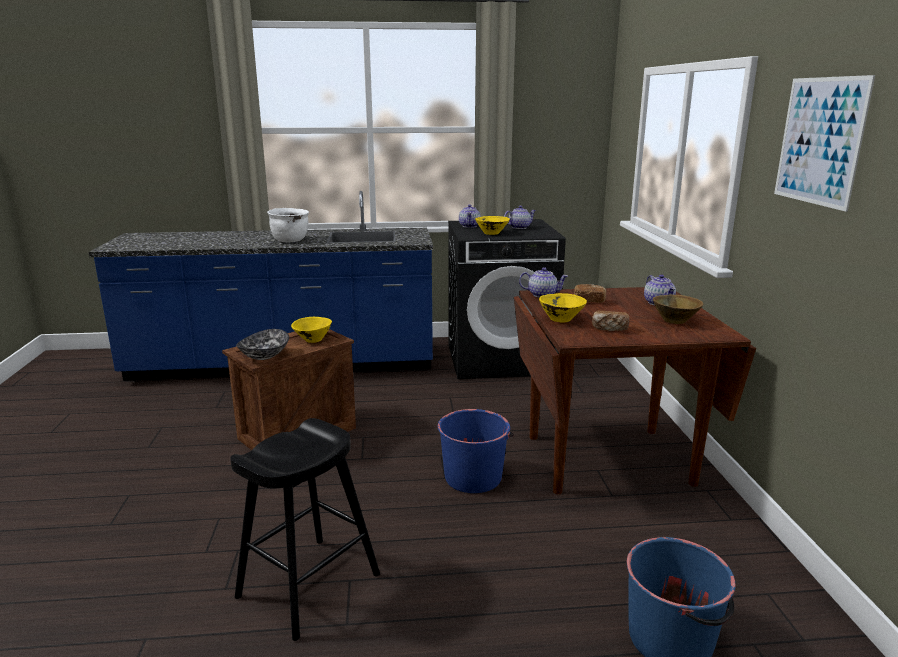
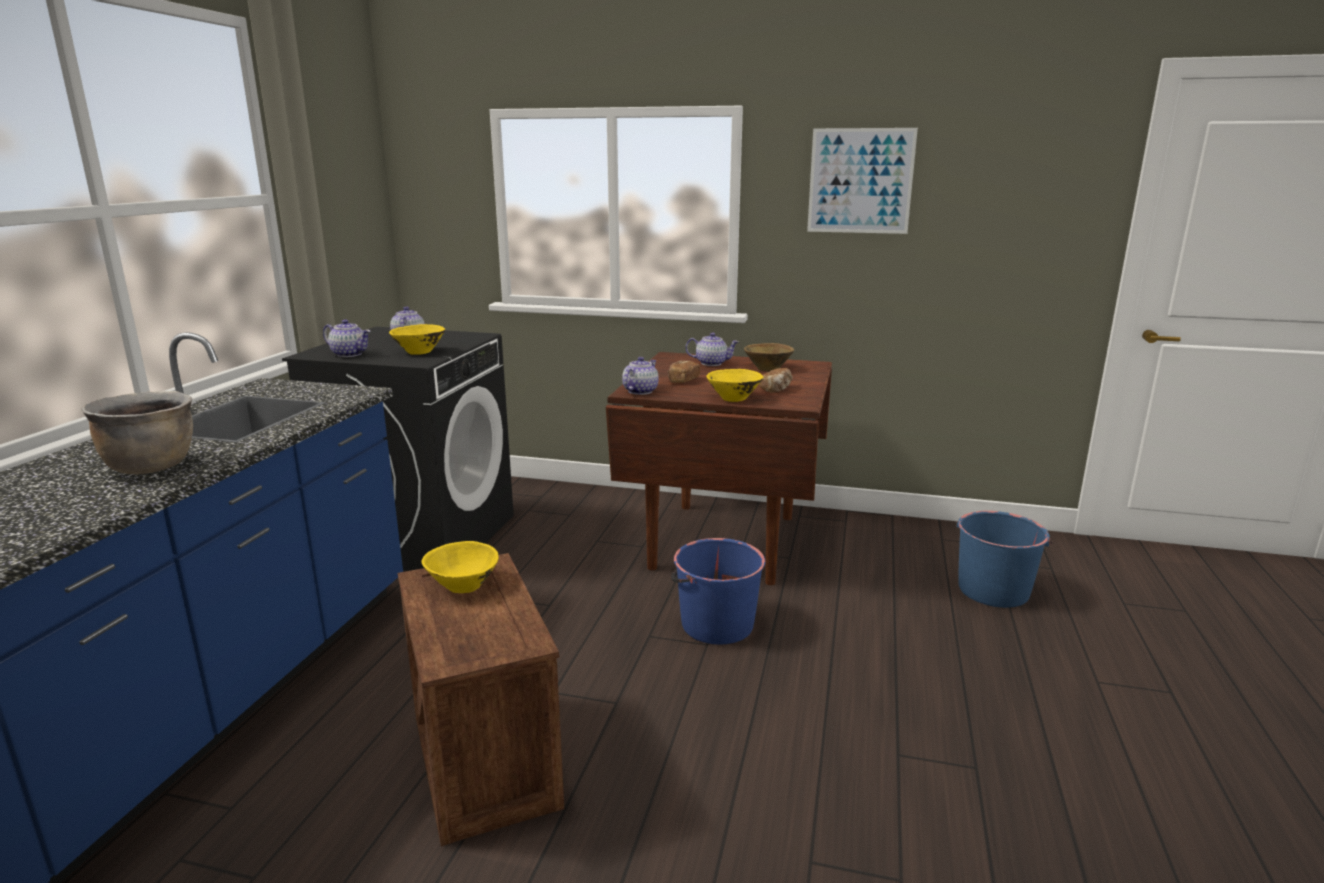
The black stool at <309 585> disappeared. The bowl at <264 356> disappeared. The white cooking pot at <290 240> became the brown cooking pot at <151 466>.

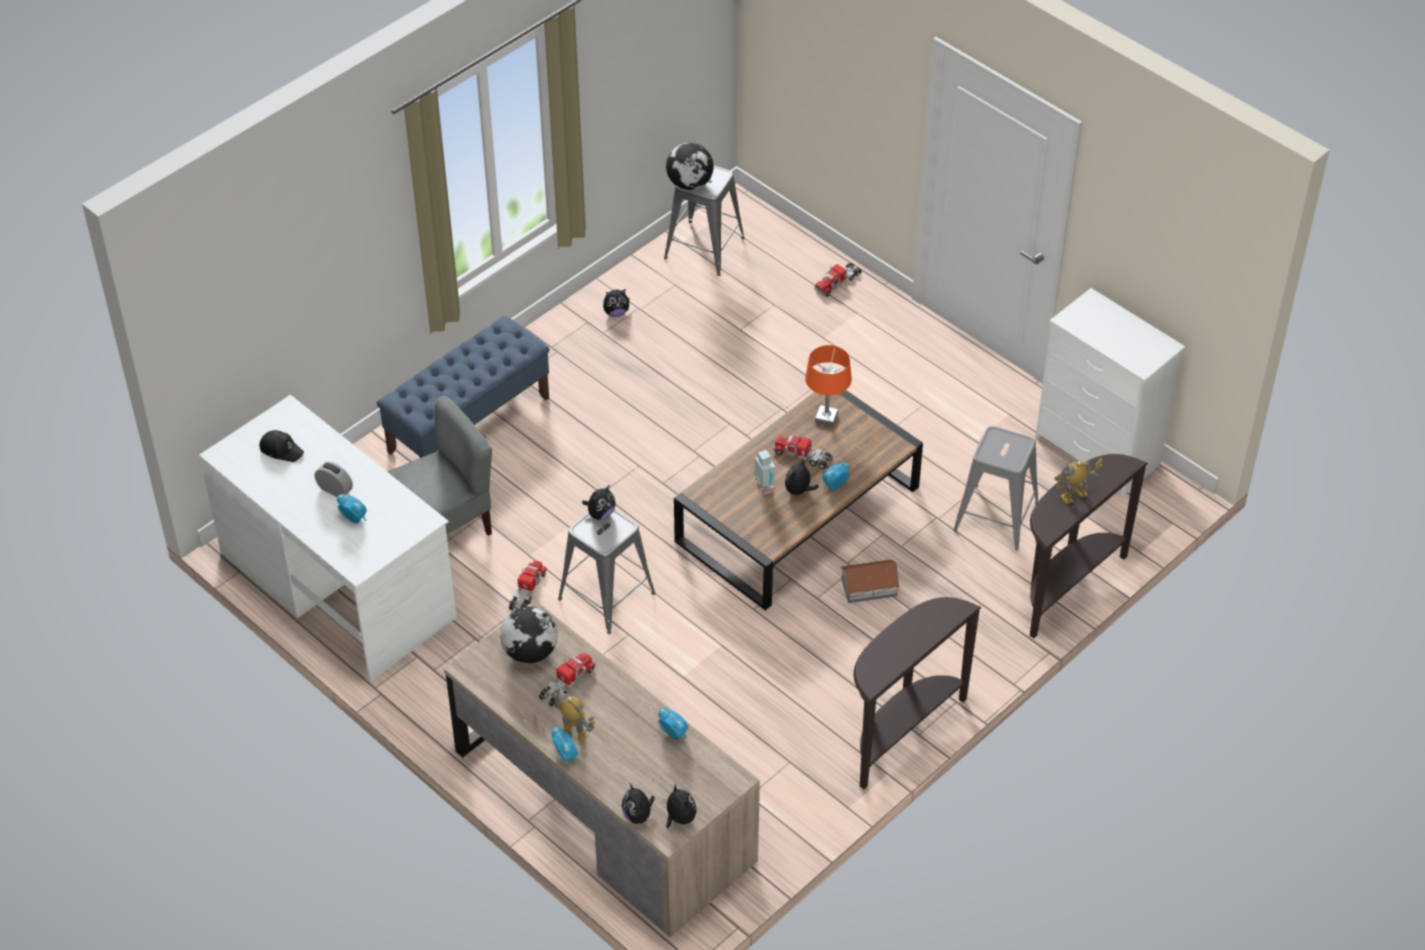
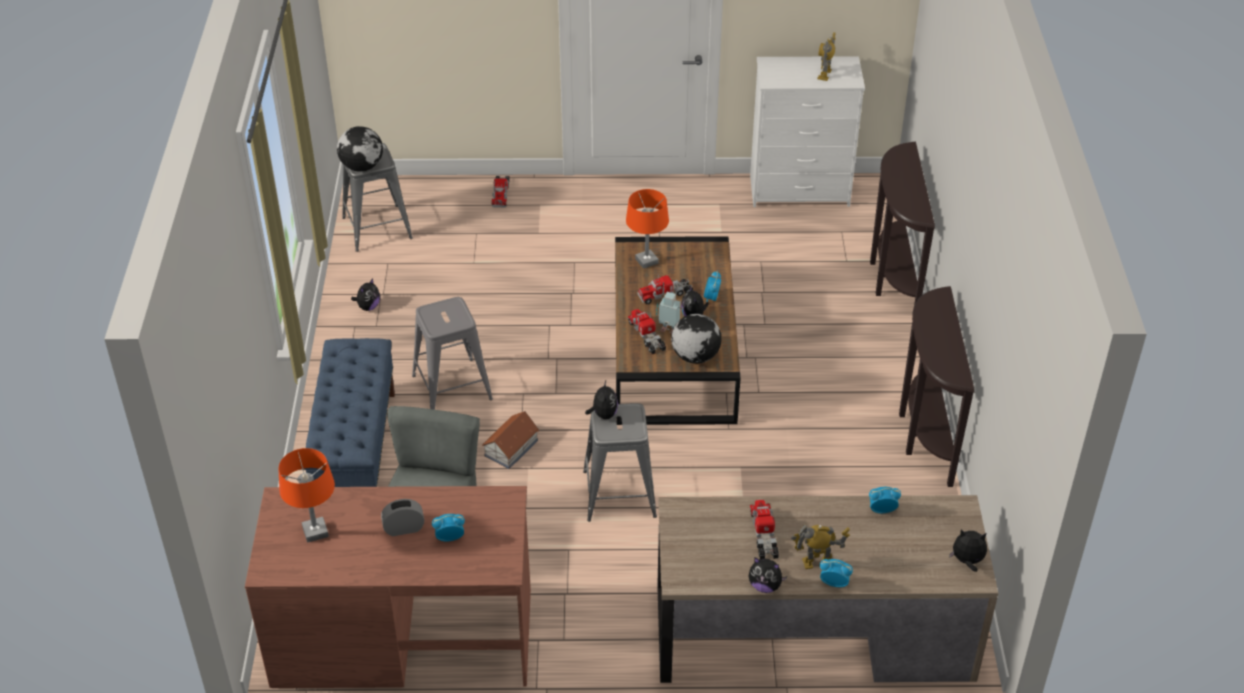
The white desk at <338 583> became the brown desk at <403 636>. The black cap at <281 449> was replaced by the orange table lamp at <315 531>. The globe moved from <530 651> to <695 356>. The toy truck moved from <528 590> to <646 336>. The plush toy moved from <638 816> to <765 586>. The toy house moved from <868 587> to <510 448>. The grey stool moved from <995 516> to <451 387>. The toy robot moved from <1074 496> to <825 74>.

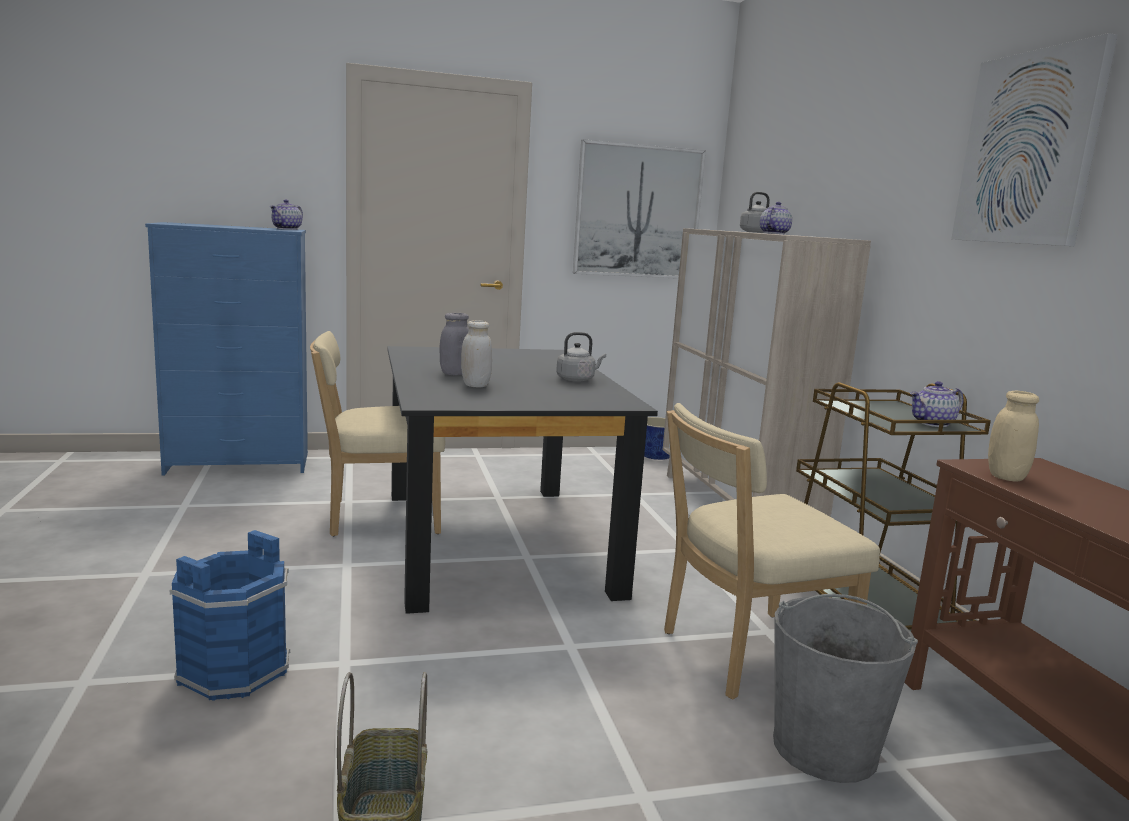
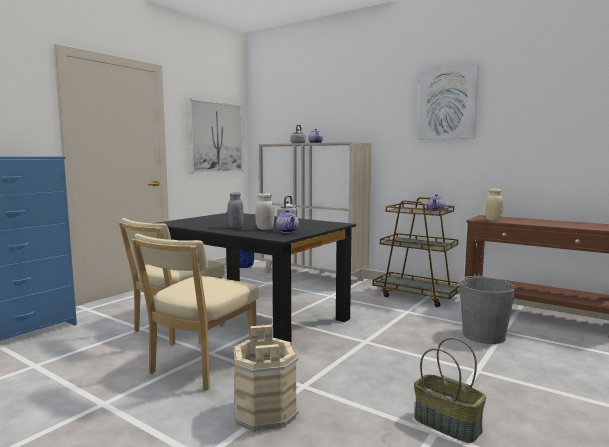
The blue bucket at <234 670> became the beige bucket at <265 413>. The teapot moved from <287 229> to <288 231>. The beige chair moved from <745 655> to <200 367>.

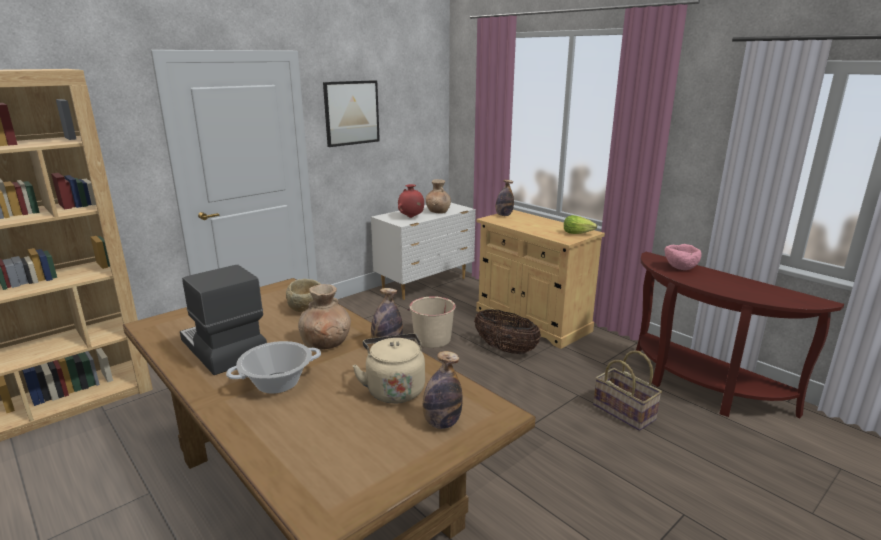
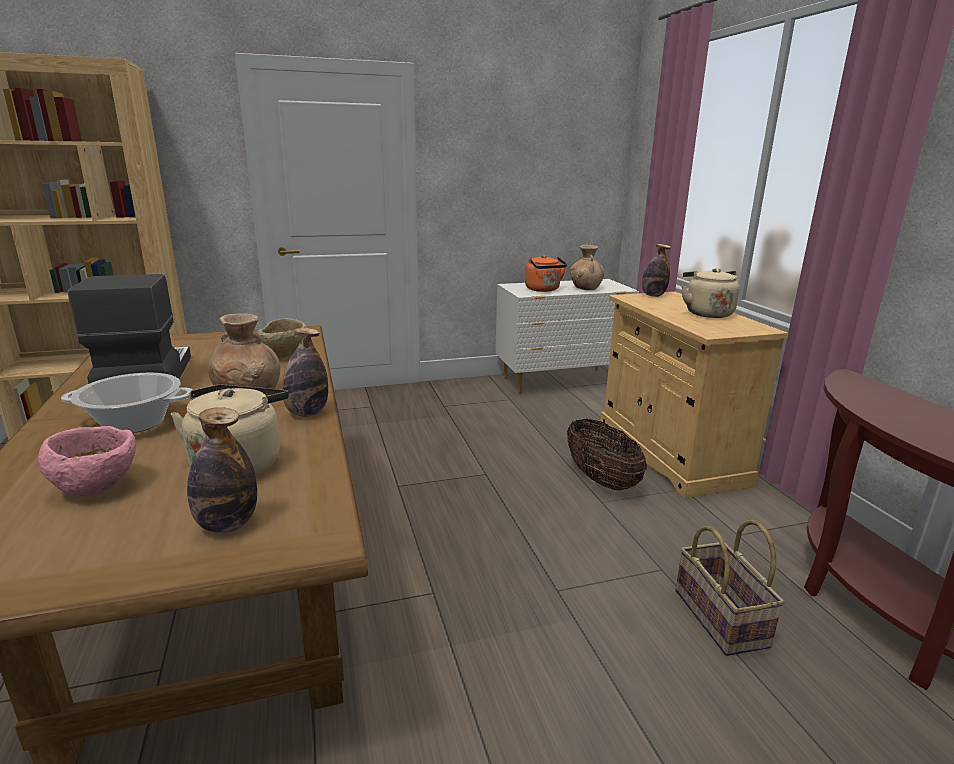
The picture at <351 113> disappeared. The red vase at <411 217> was replaced by the orange kettle at <543 290>. The beige bucket at <432 339> disappeared. The lettuce at <577 233> disappeared. The pink bowl moved from <680 268> to <98 487>. The beige kettle at <706 313> appeared.

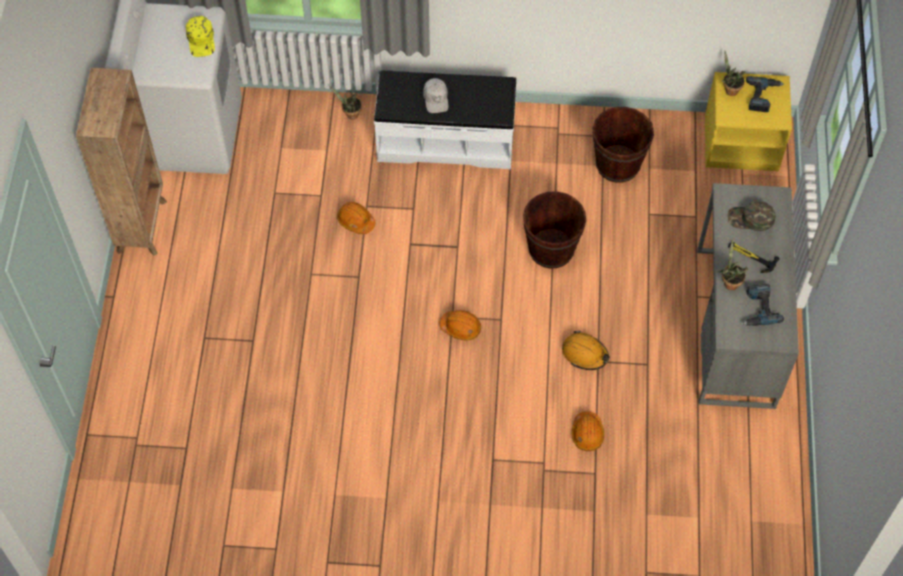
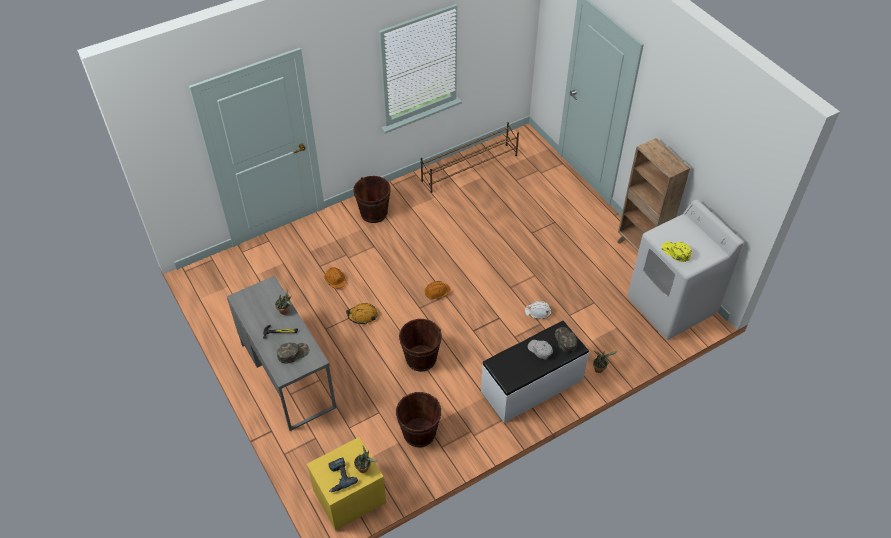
The orange hard hat at <356 221> became the white hard hat at <538 313>. The power drill at <757 308> disappeared. The brown bucket at <374 213> appeared. The brown shoe rack at <470 168> appeared. The green cap at <565 340> appeared.

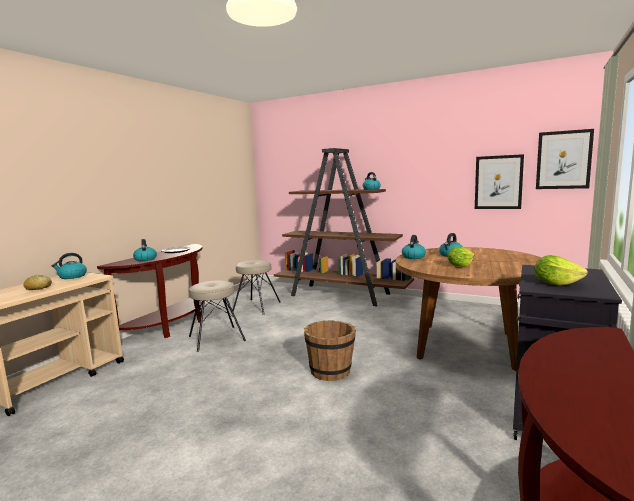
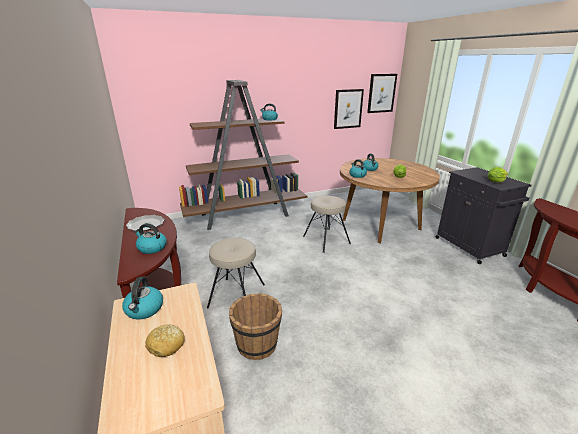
The beige stool moved from <256 306> to <326 240>. The brown bucket moved from <331 371> to <257 344>.

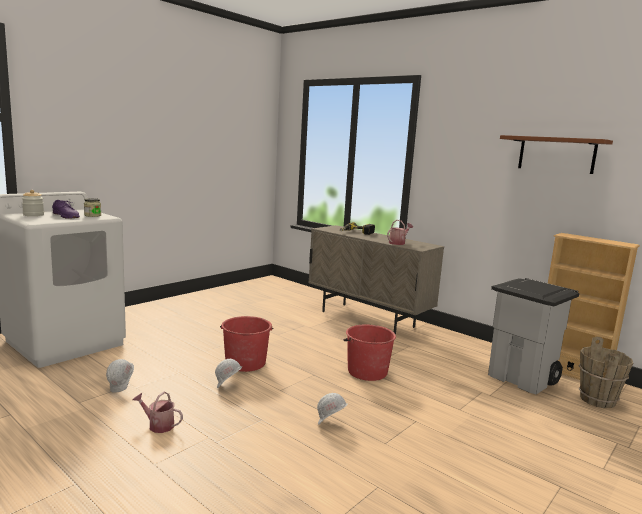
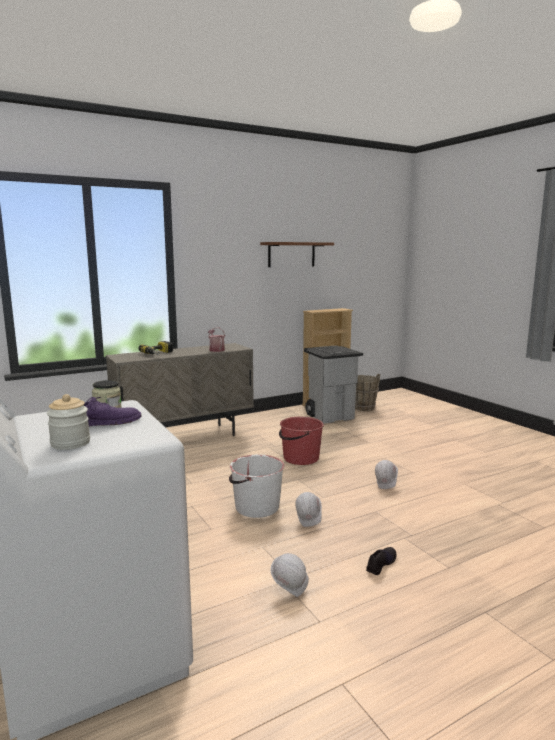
The watering can at <158 425> was replaced by the black shoe at <381 564>. The red bucket at <245 363> became the white bucket at <256 507>.

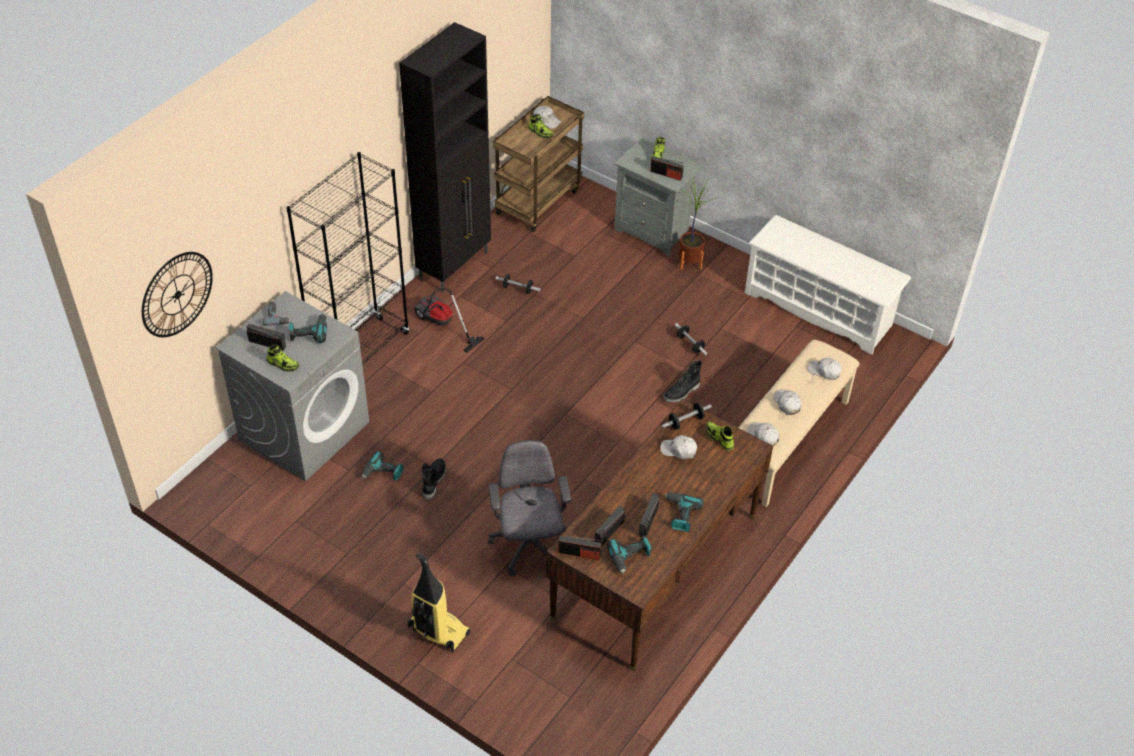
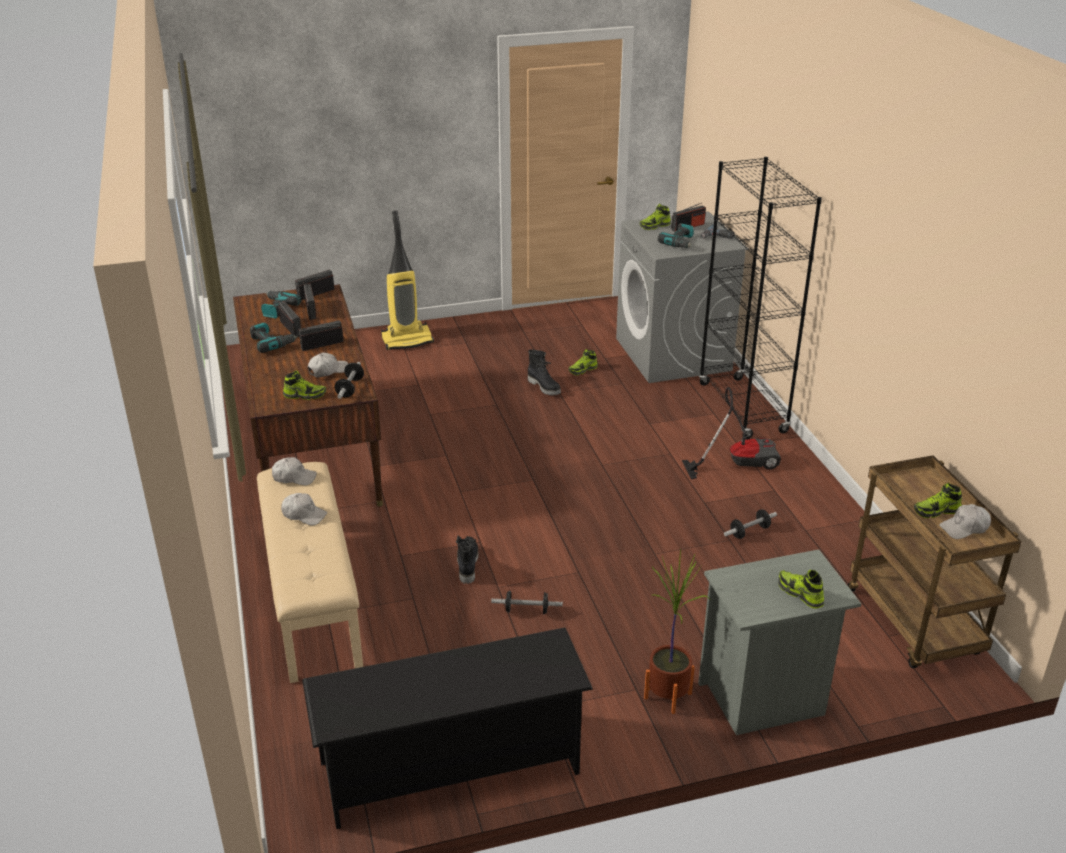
The wall clock at <177 294> disappeared. The power drill at <382 473> was replaced by the shoe at <583 370>. The black cabinet at <455 266> disappeared. The grey office chair at <528 547> disappeared. The radio moved from <666 174> to <322 344>. The white shoe rack at <819 309> became the black shoe rack at <451 768>. The white cap at <824 371> disappeared.

